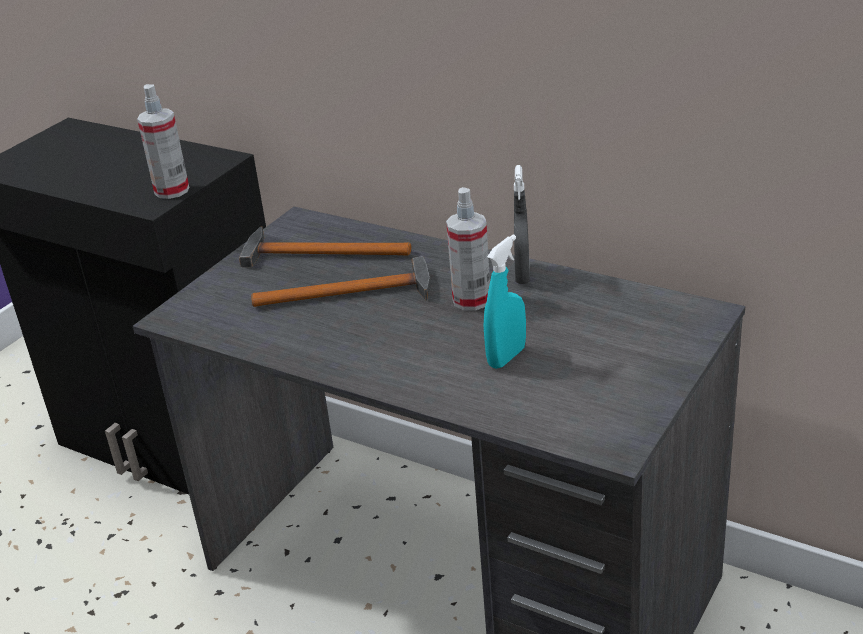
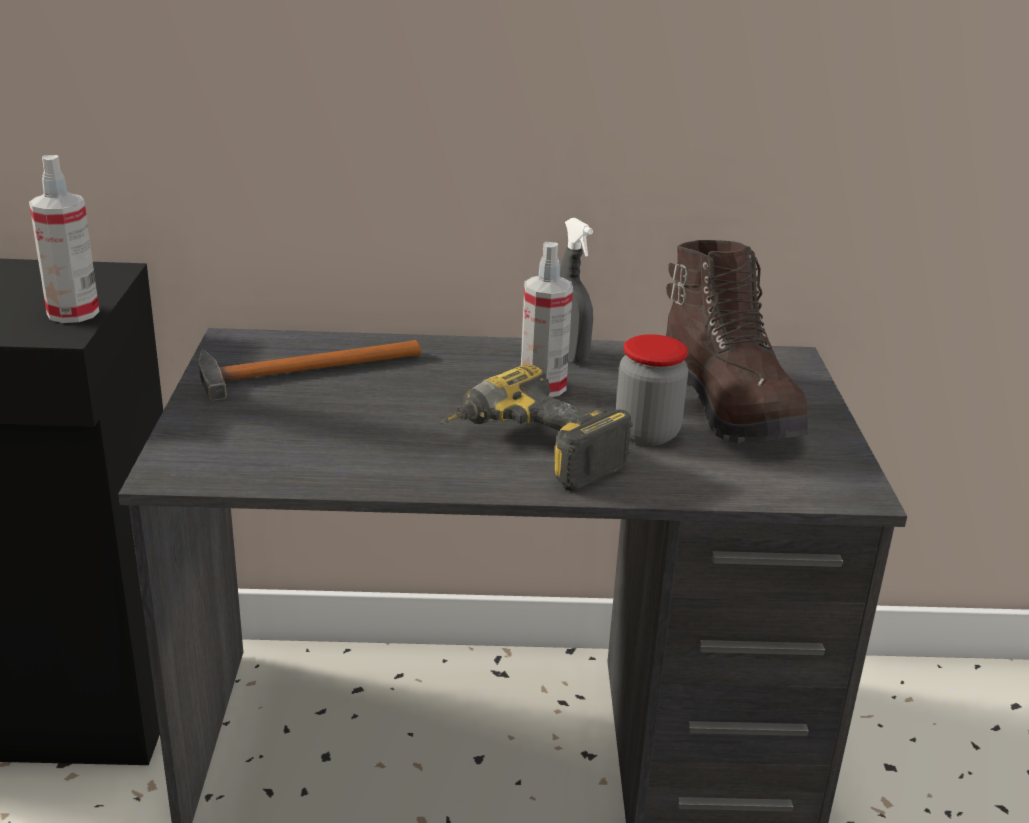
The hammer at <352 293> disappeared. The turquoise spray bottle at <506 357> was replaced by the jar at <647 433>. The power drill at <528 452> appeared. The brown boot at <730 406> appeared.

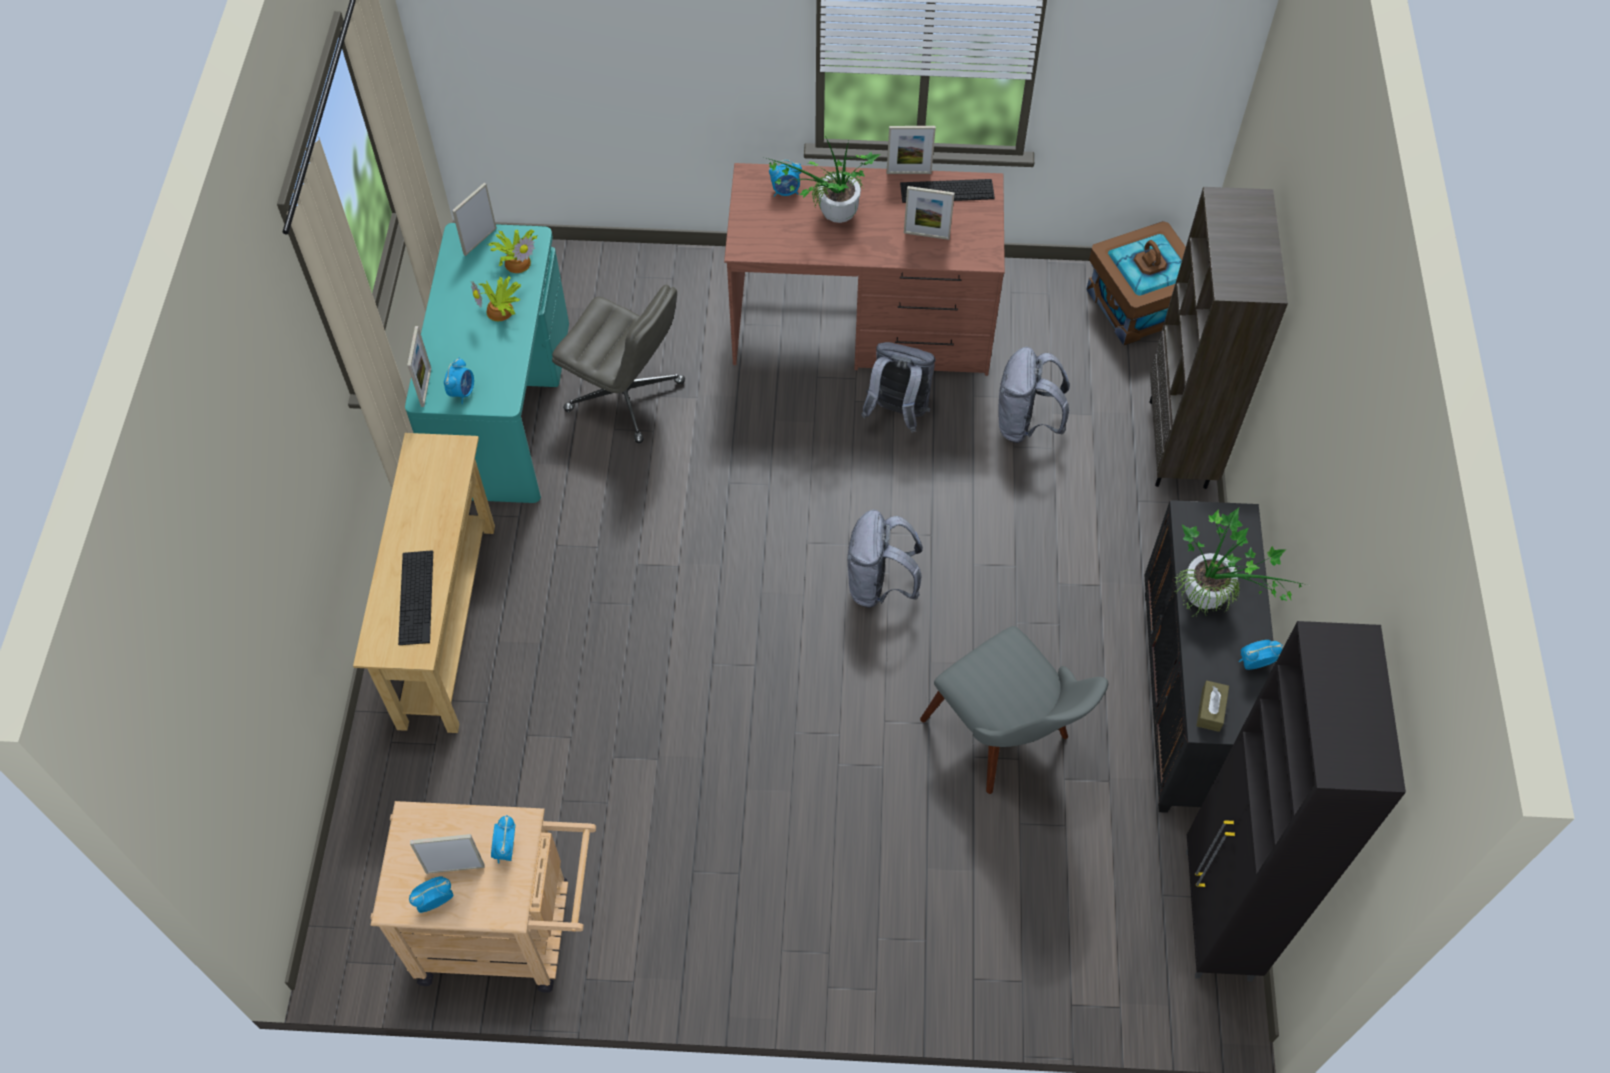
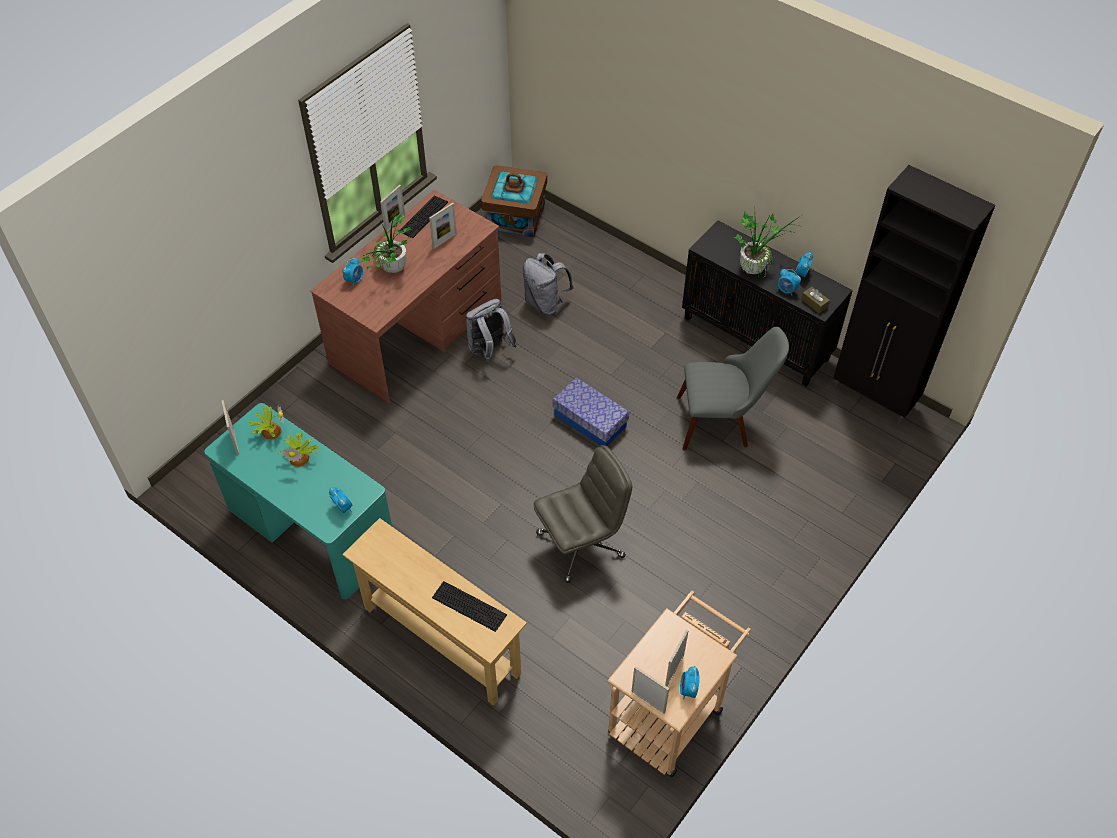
The picture frame moved from <426 387> to <648 701>. The alarm clock moved from <506 849> to <786 290>. The grey office chair moved from <626 396> to <581 544>. The grey backpack at <879 585> was replaced by the storage box at <590 420>. The brown bookcase at <1179 445> disappeared.

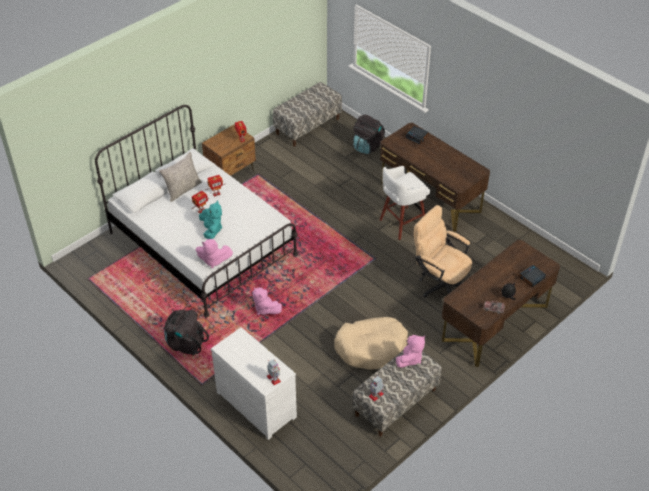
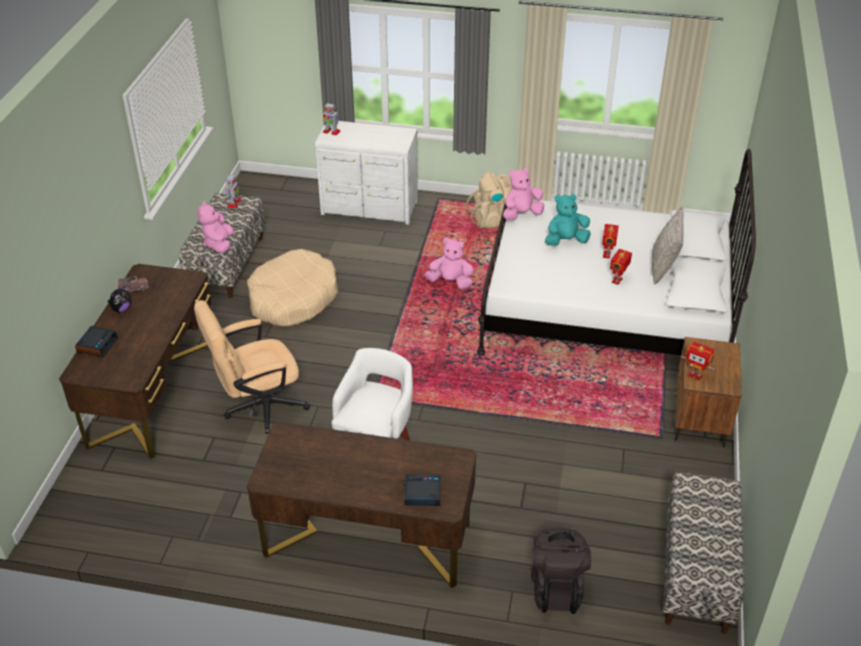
The black backpack at <185 343> became the beige backpack at <495 219>. The turquoise plush toy at <211 230> turned 120 degrees clockwise. The beige office chair at <440 284> turned 150 degrees clockwise.

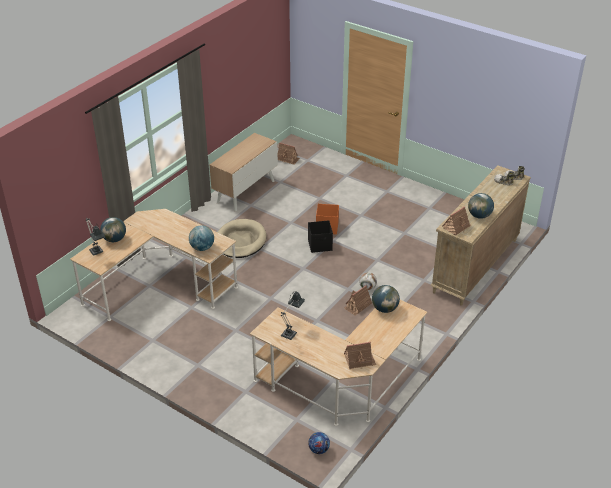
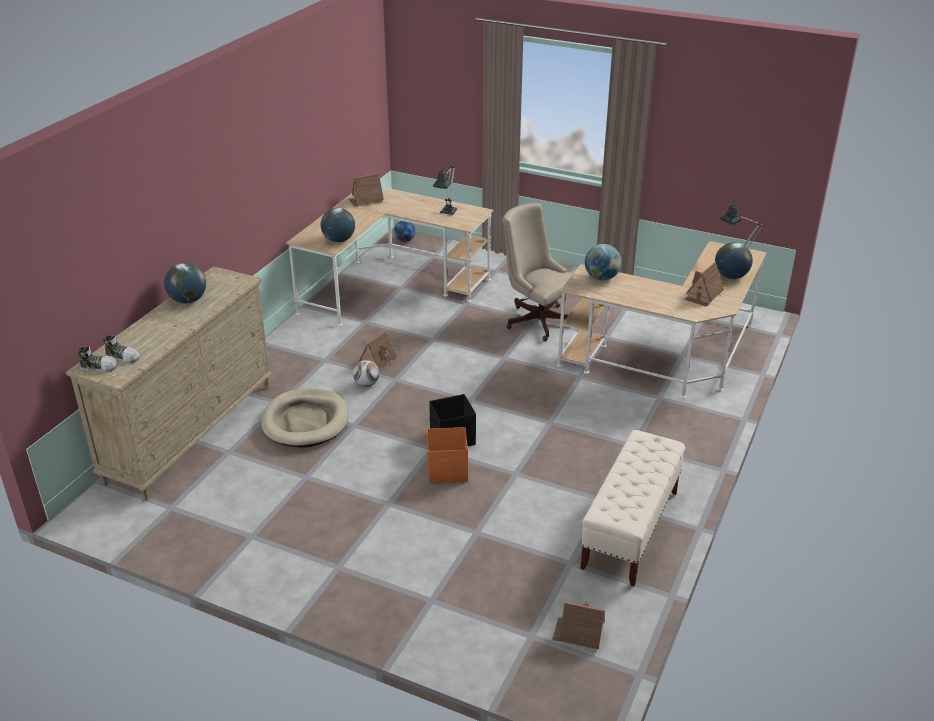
The cabinet at <245 191> was replaced by the beige bench at <630 530>. The beige dog bed moved from <240 241> to <305 421>. The toy house moved from <456 227> to <703 295>. The beige office chair at <537 319> appeared.

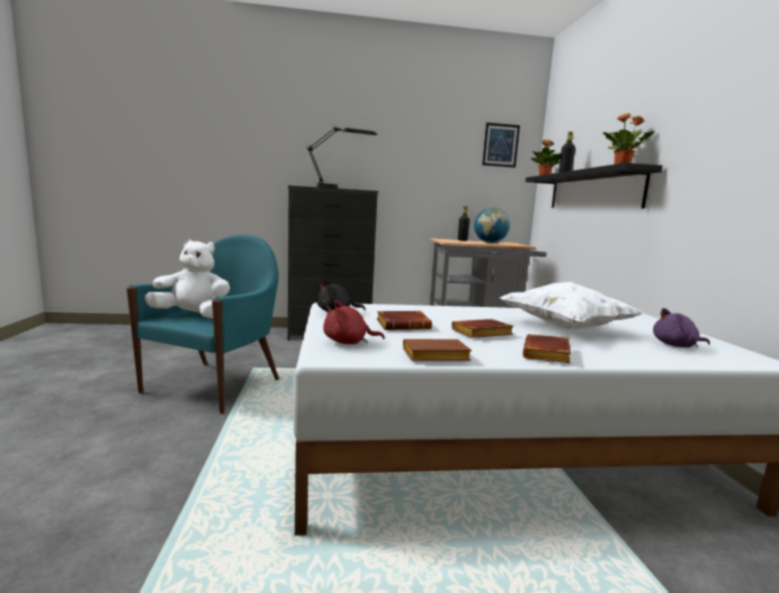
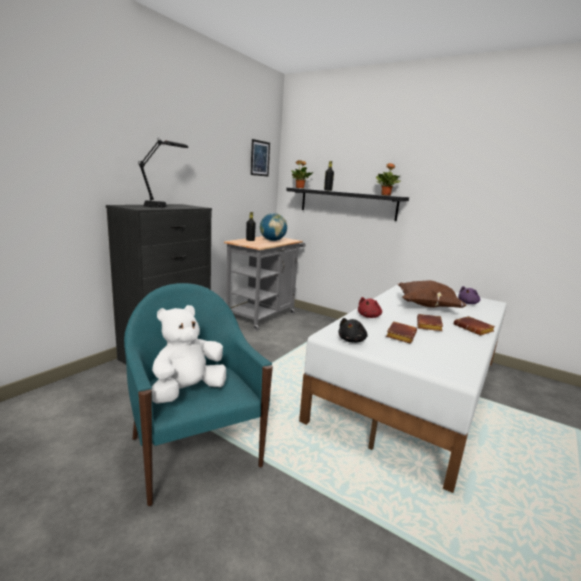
The red plush toy moved from <348 342> to <369 316>. The brown book at <433 357> disappeared. The white pillow at <563 327> became the brown pillow at <426 306>.

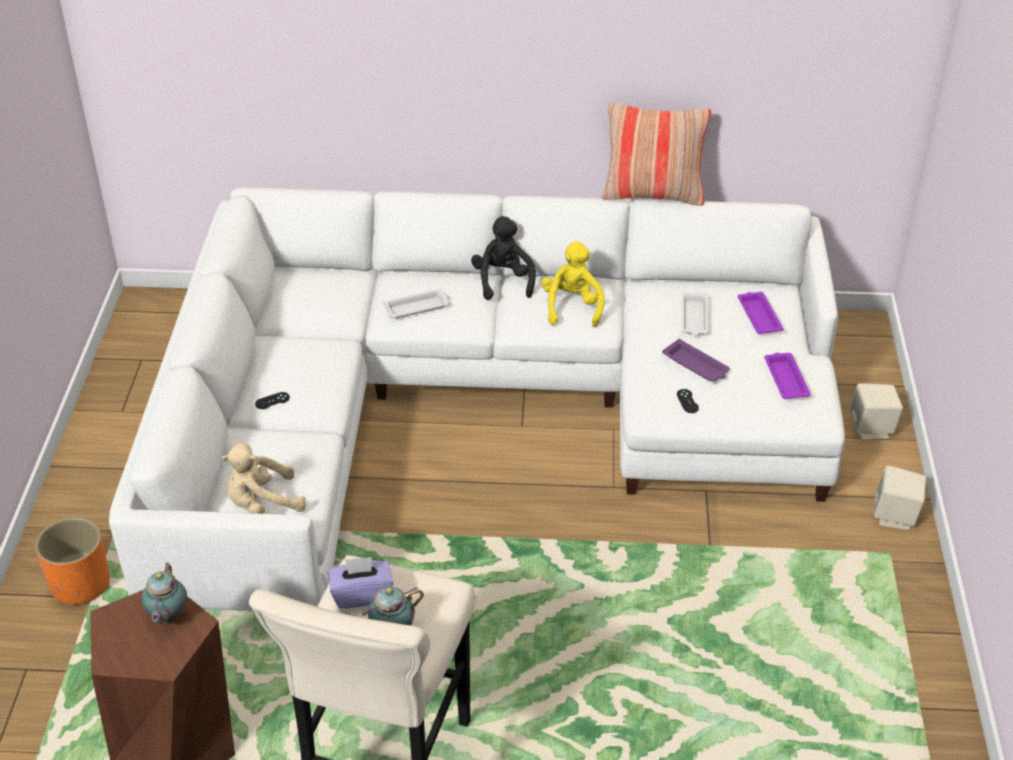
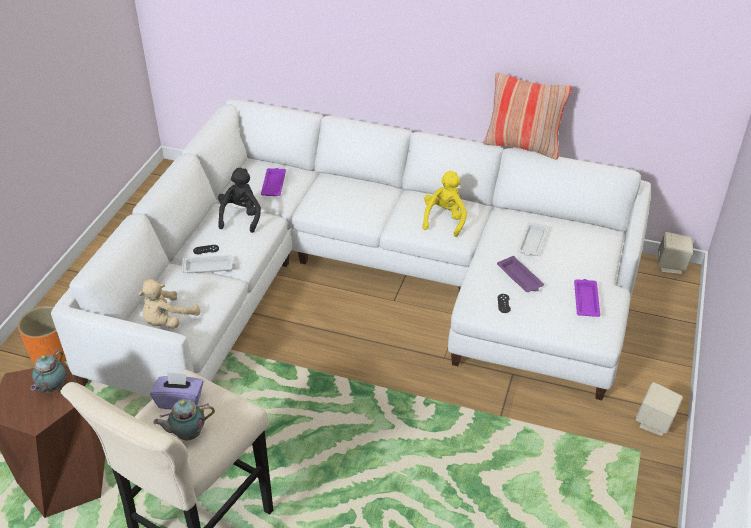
The beige plush toy at <262 504> turned 45 degrees counterclockwise. The white tray moved from <417 307> to <209 267>. The black plush toy moved from <503 281> to <241 217>. The purple tray moved from <759 316> to <274 184>. The beige speaker moved from <871 429> to <671 266>.

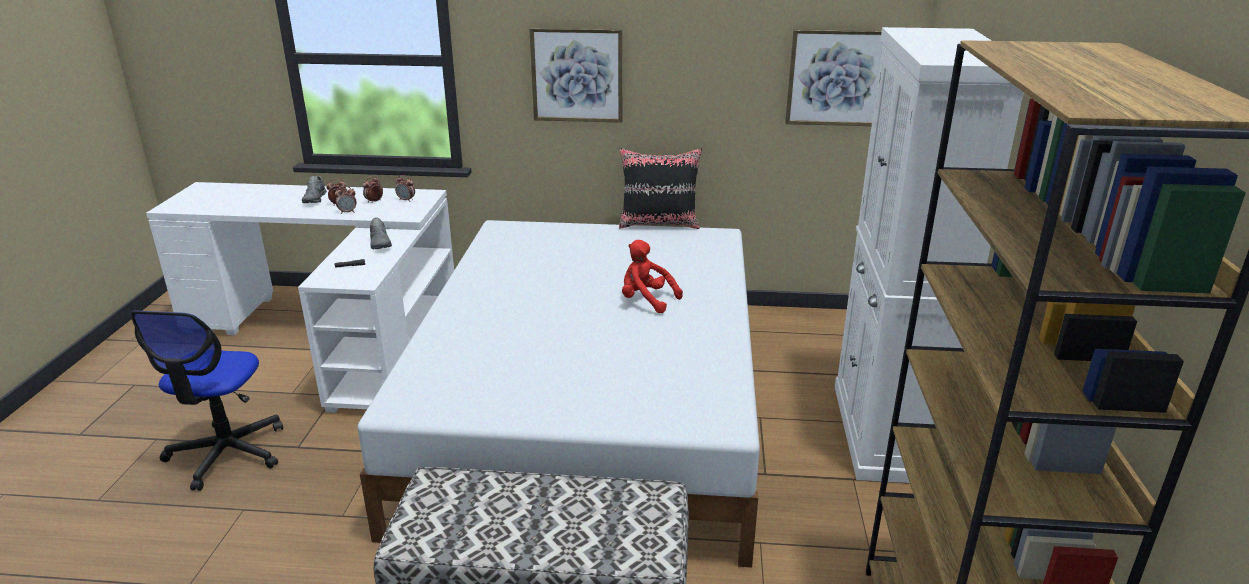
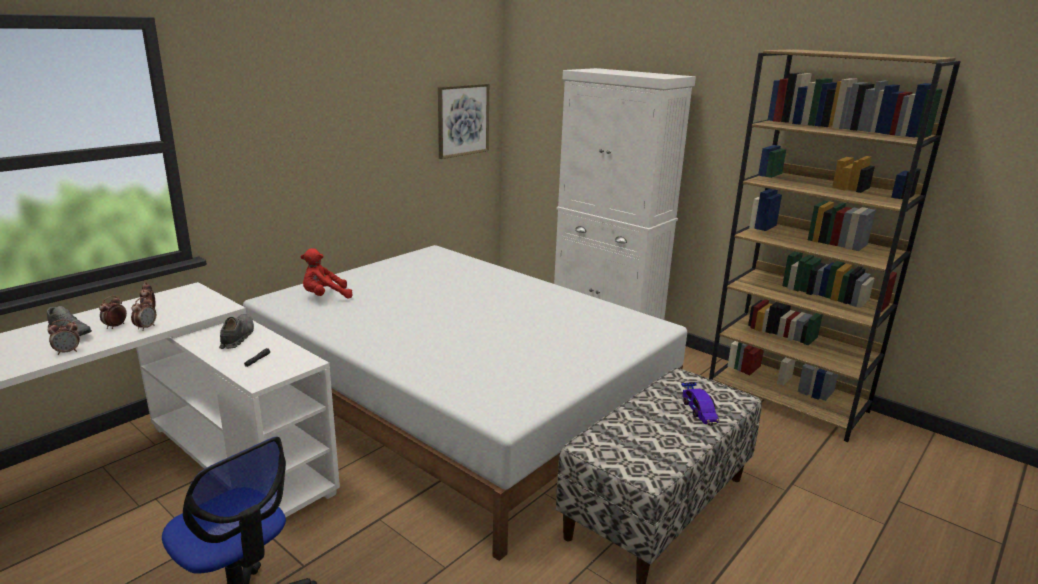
The grey shoe at <380 243> turned 105 degrees counterclockwise. The alarm clock moved from <406 200> to <68 351>. The picture at <577 75> disappeared. The black pillow at <659 224> disappeared. The red plush toy moved from <646 300> to <325 297>. The toy car at <699 410> appeared.

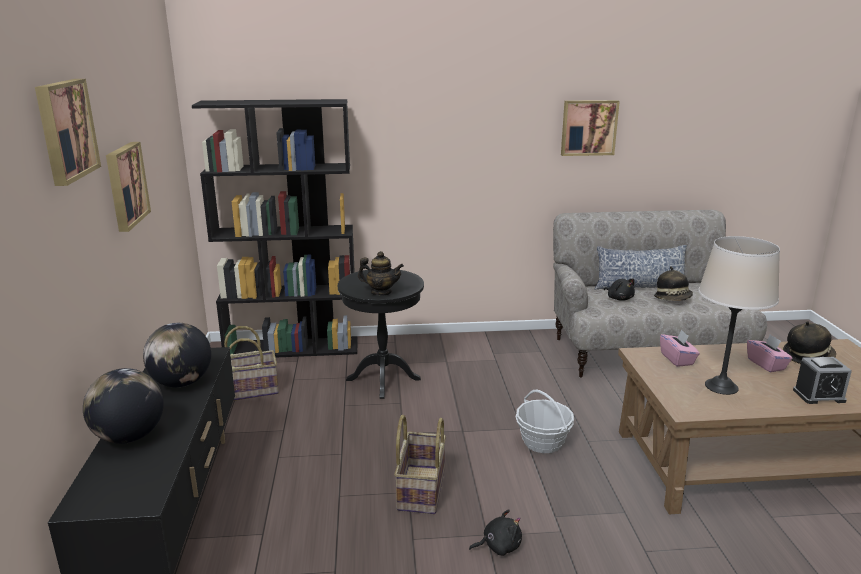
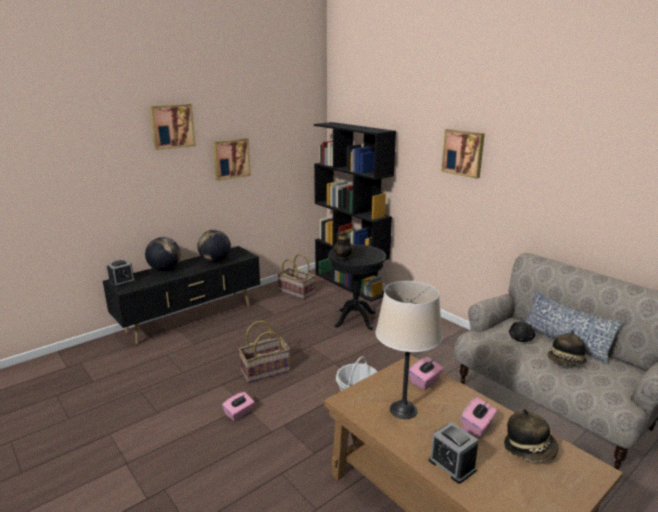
The black plush toy at <499 546> was replaced by the pink tissue box at <239 413>. The picture moved from <588 127> to <463 153>. The alarm clock at <122 282> appeared.

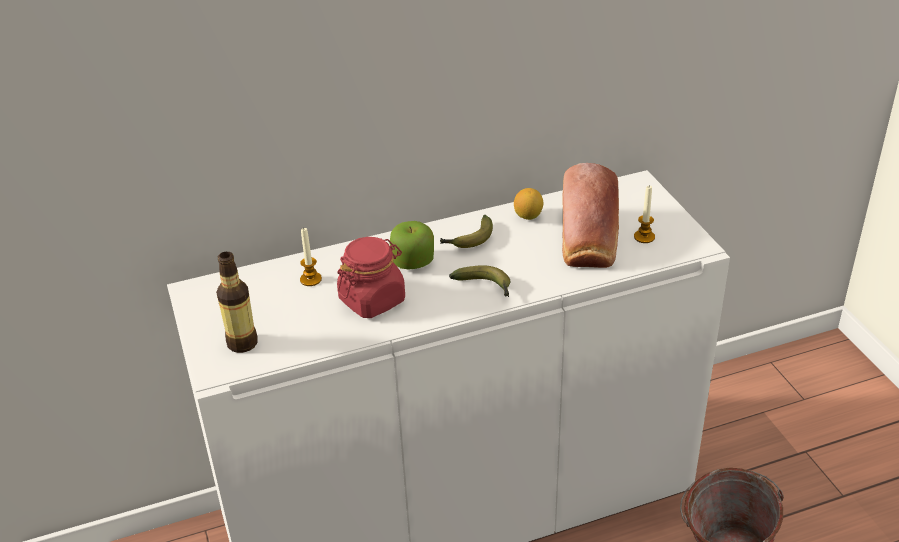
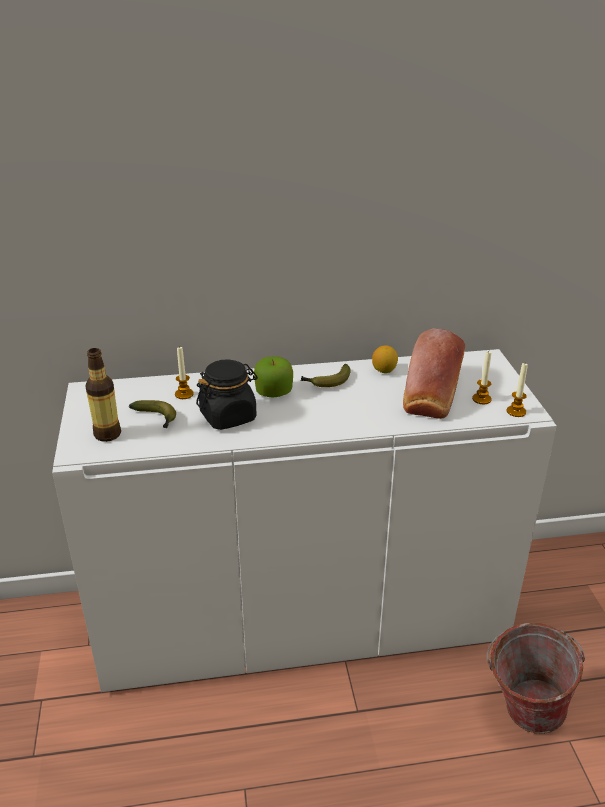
The red jar at <372 300> became the black jar at <228 416>. The banana moved from <485 287> to <157 419>. The candle at <516 411> appeared.

